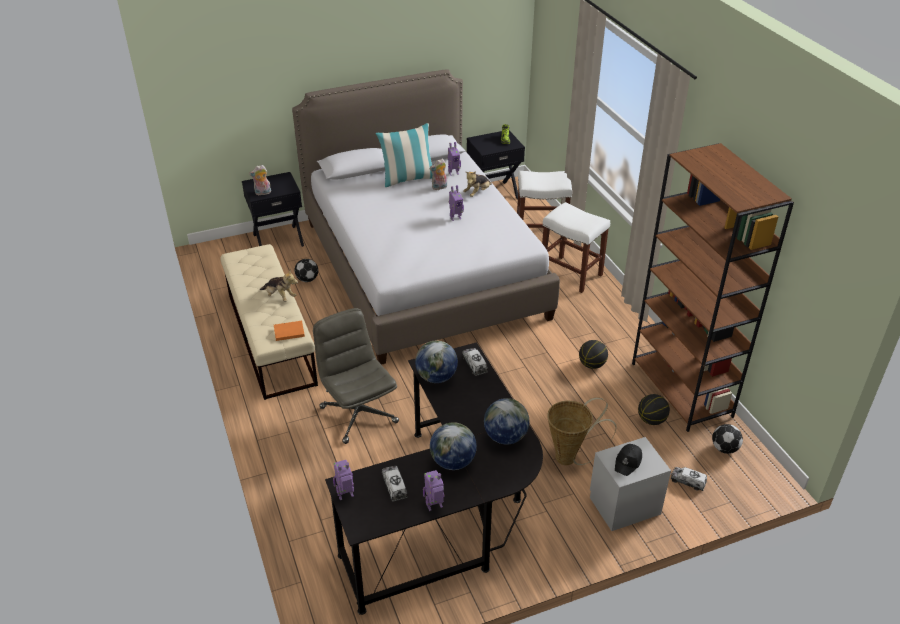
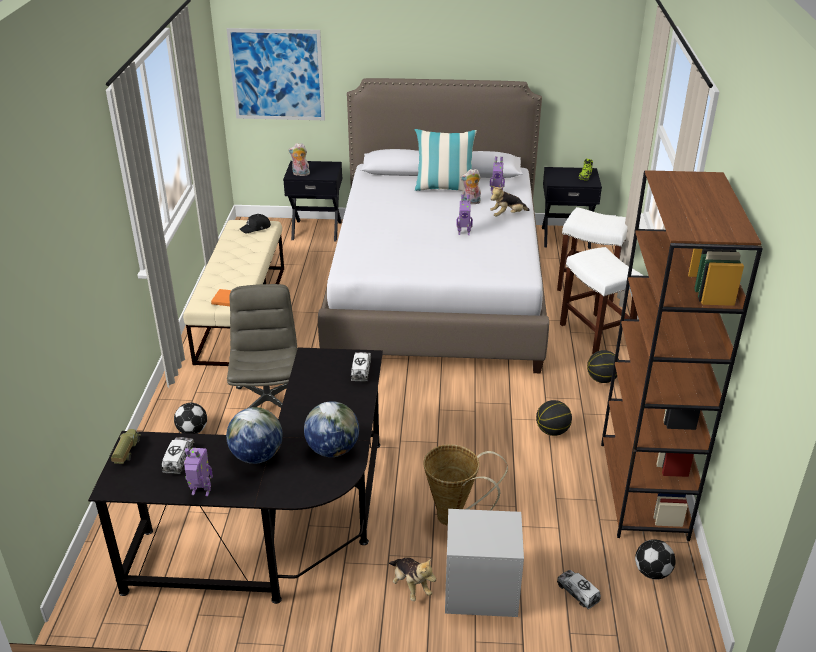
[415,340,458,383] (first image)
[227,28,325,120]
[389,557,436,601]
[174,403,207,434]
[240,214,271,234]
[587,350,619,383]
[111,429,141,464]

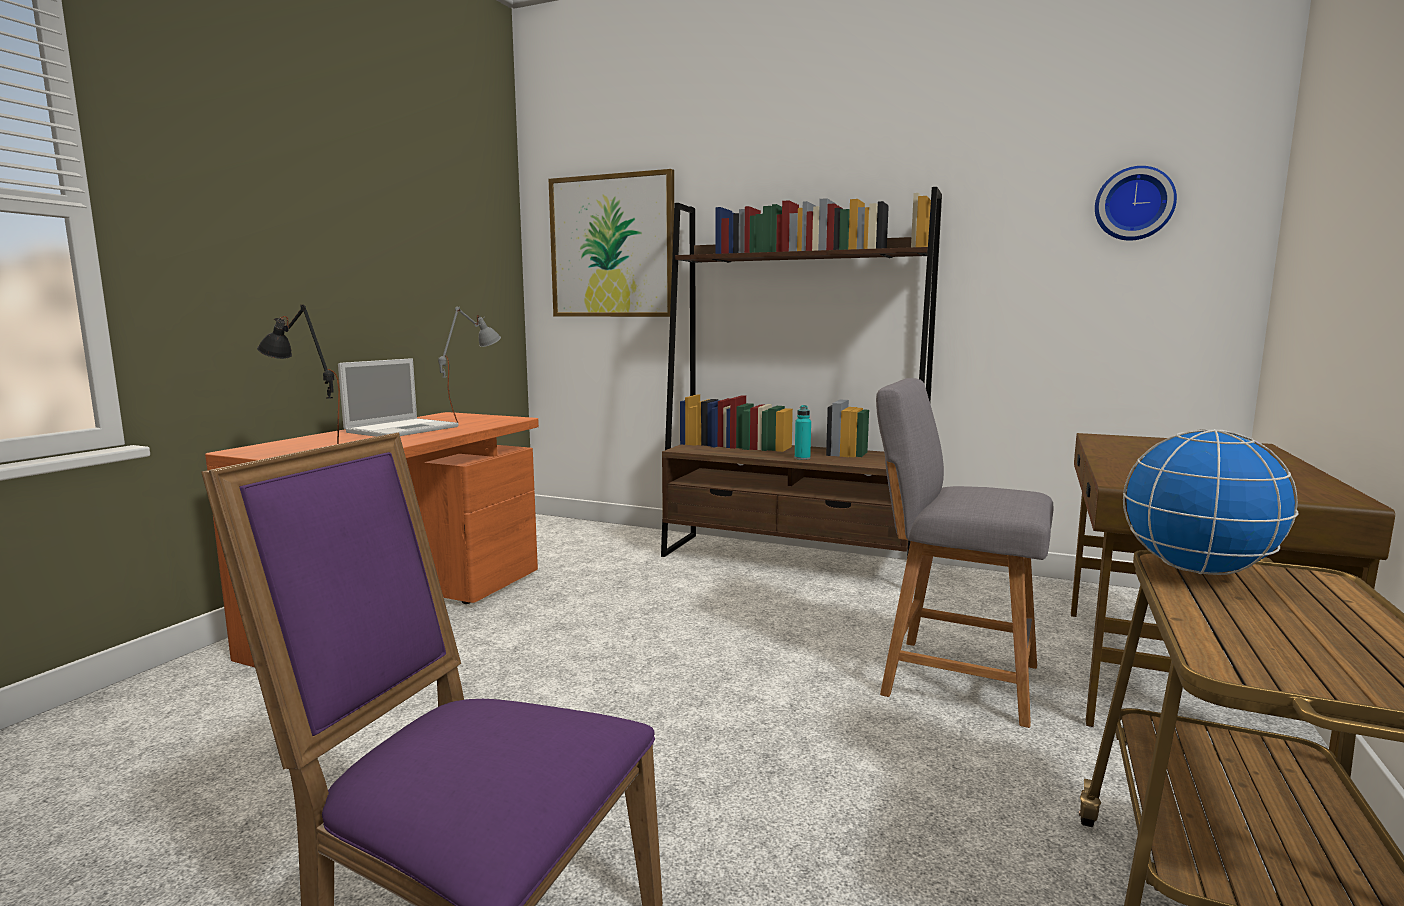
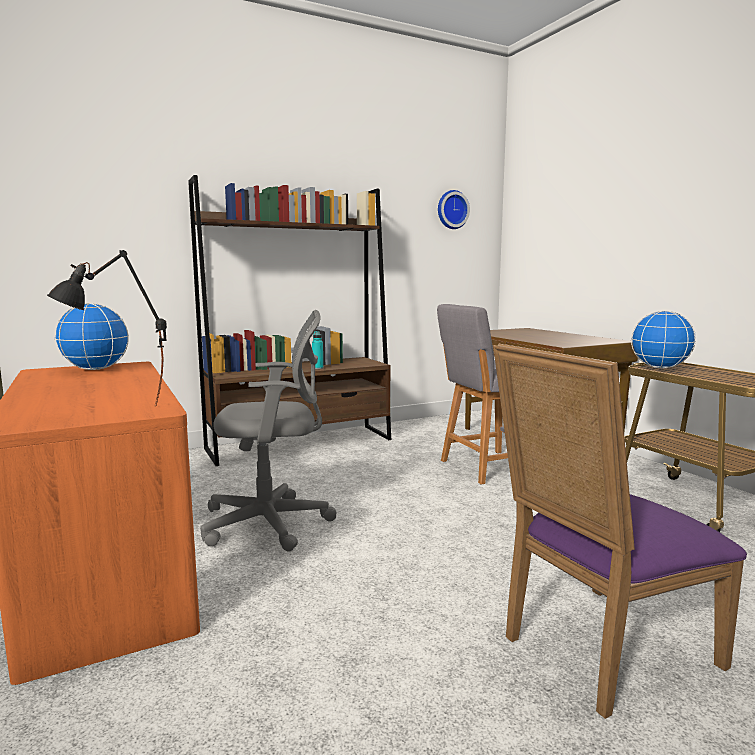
[338,358,458,437] (first image)
[548,169,674,317] (first image)
[200,310,337,552]
[54,303,129,370]

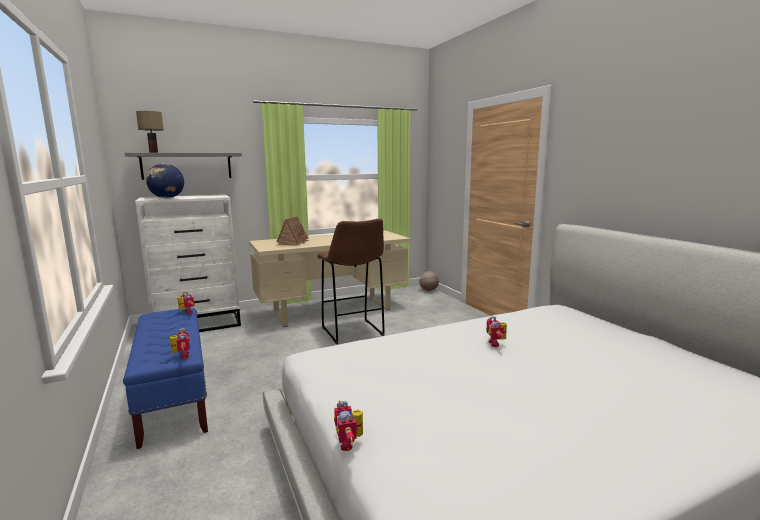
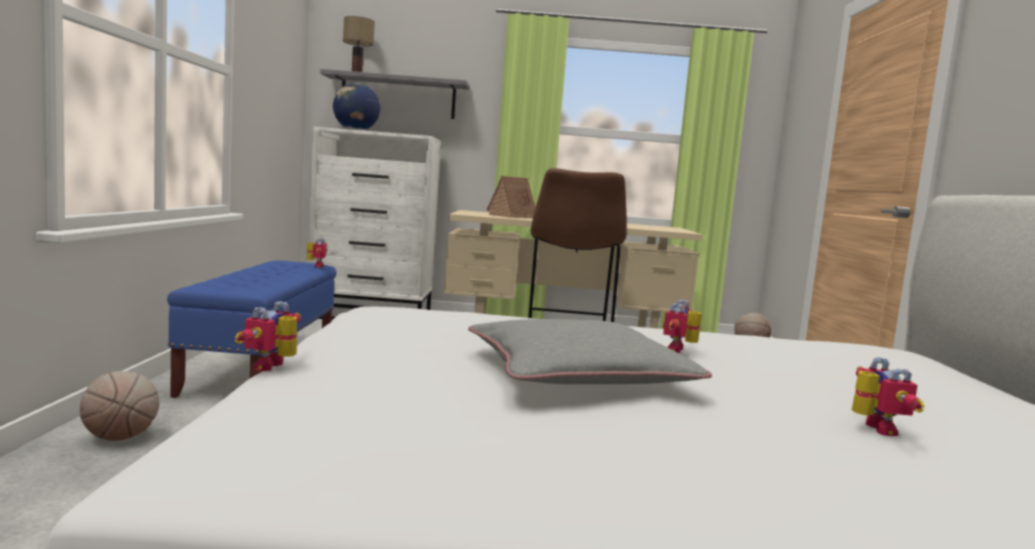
[80,371,159,441]
[468,319,712,384]
[852,357,925,437]

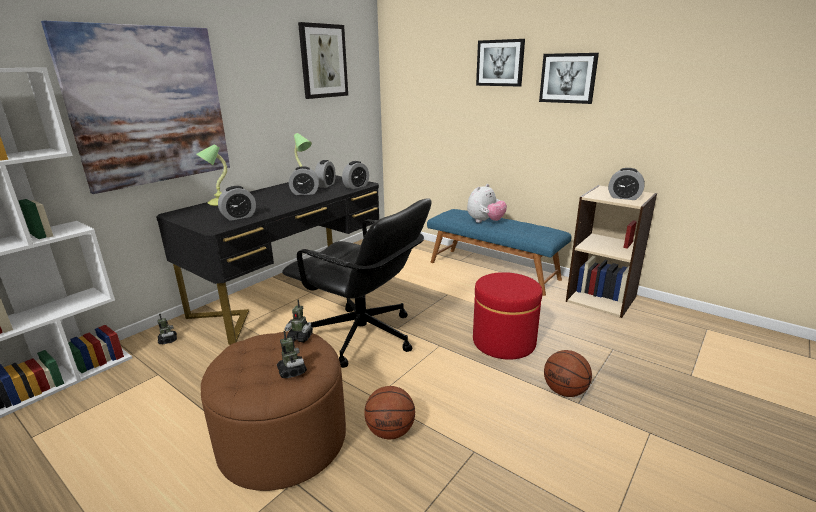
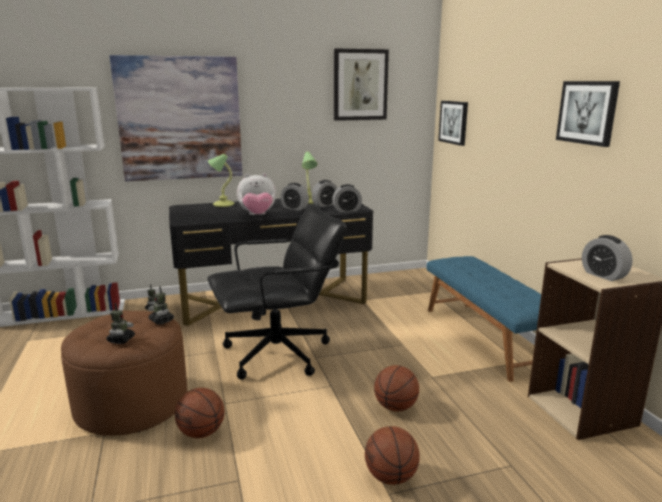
[218,186,256,221] (first image)
[237,173,276,215]
[438,101,468,146]
[374,365,419,412]
[208,204,347,380]

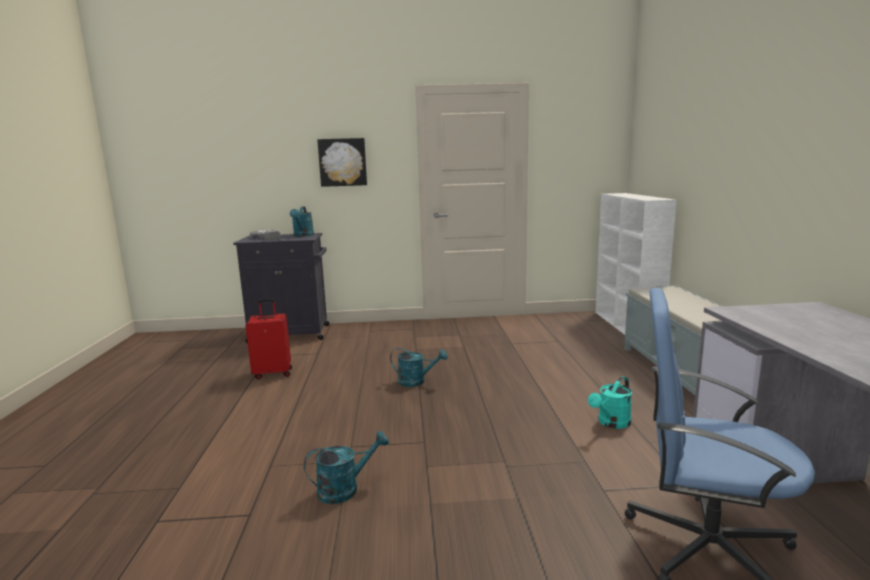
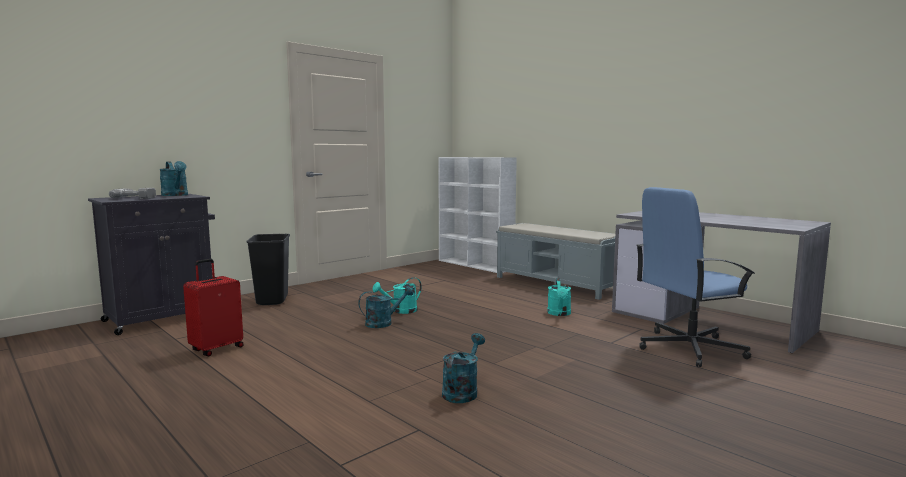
[317,138,367,187] (first image)
[247,234,290,305]
[372,277,422,314]

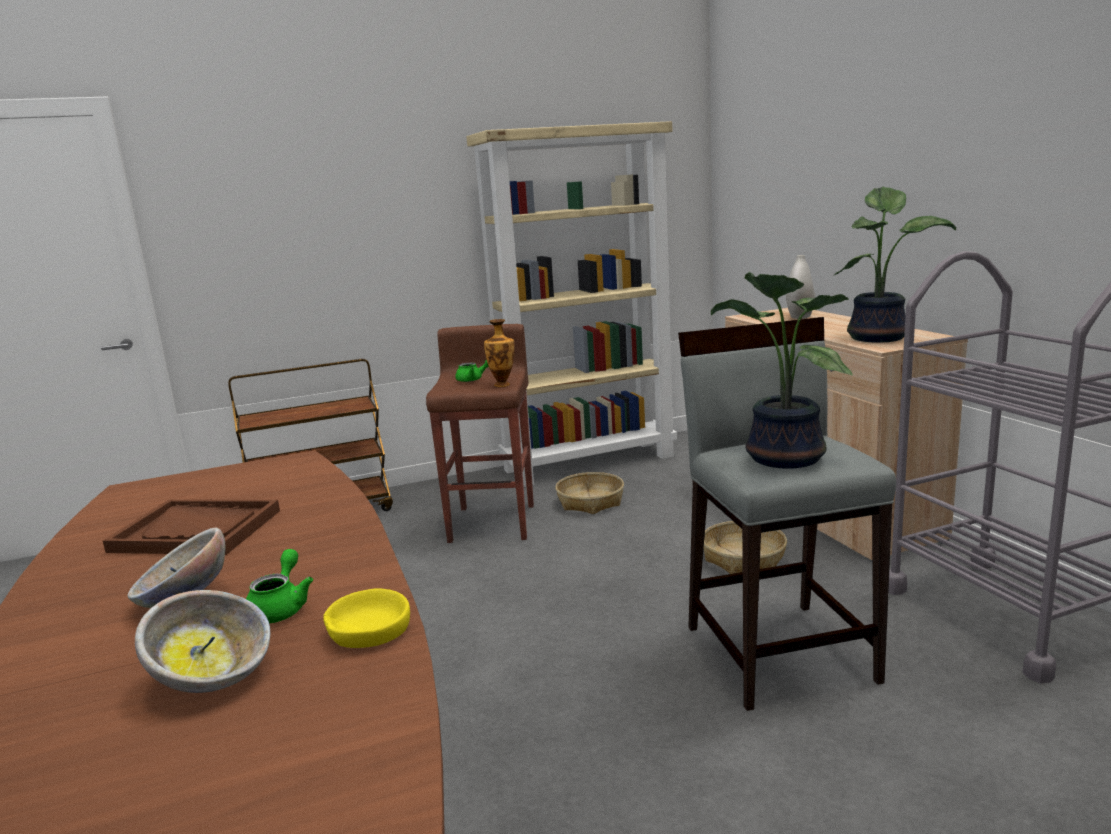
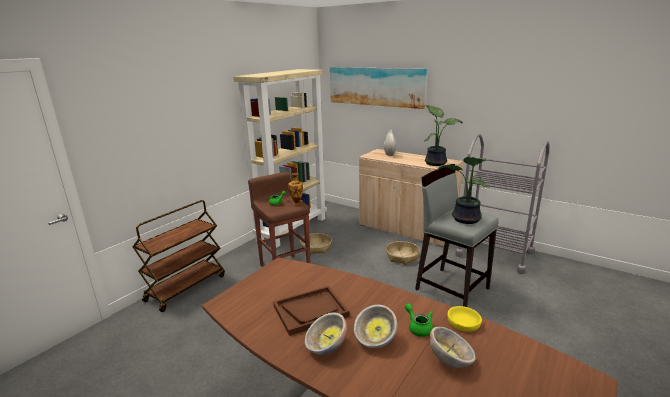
[305,313,347,355]
[330,67,427,109]

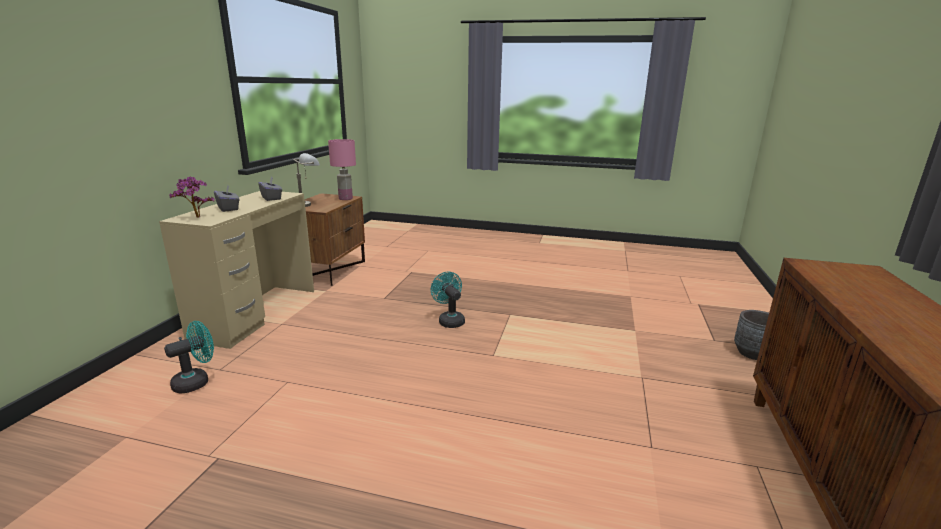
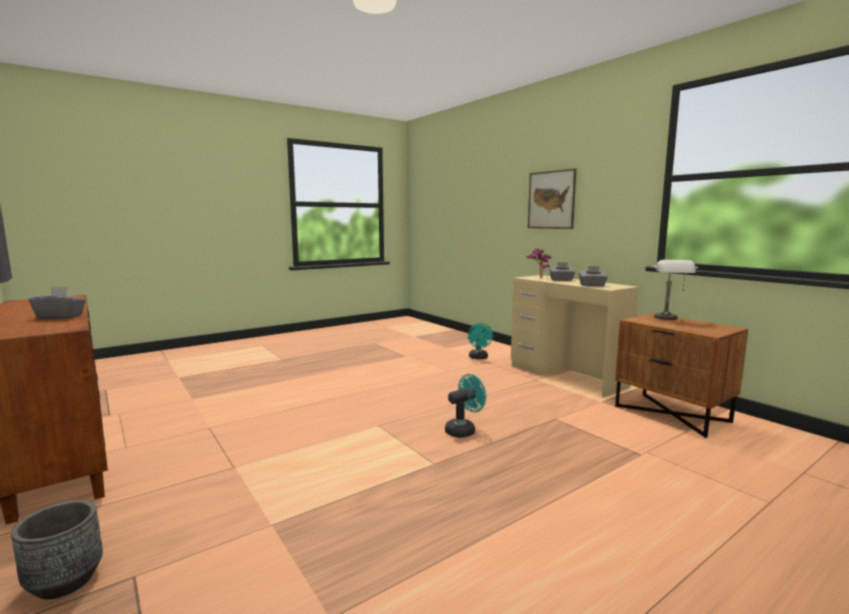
[328,139,356,200] (first image)
[29,286,86,319]
[528,169,576,229]
[445,374,486,438]

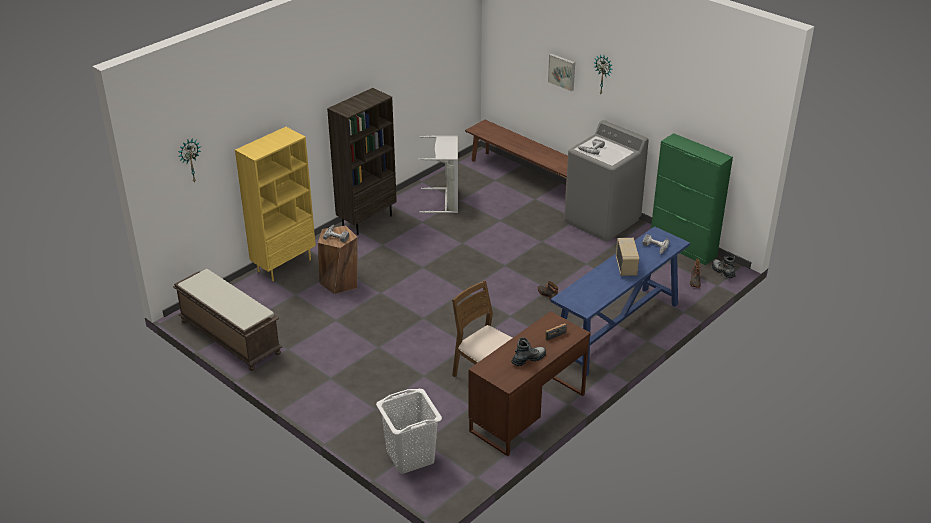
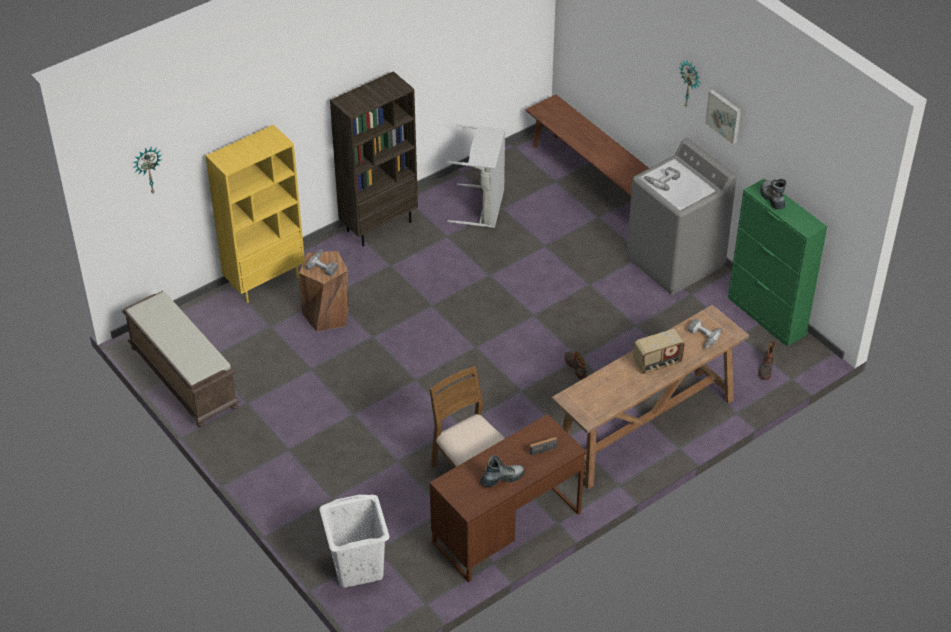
[705,90,741,144]
[760,179,786,209]
[552,305,749,489]
[633,329,685,373]

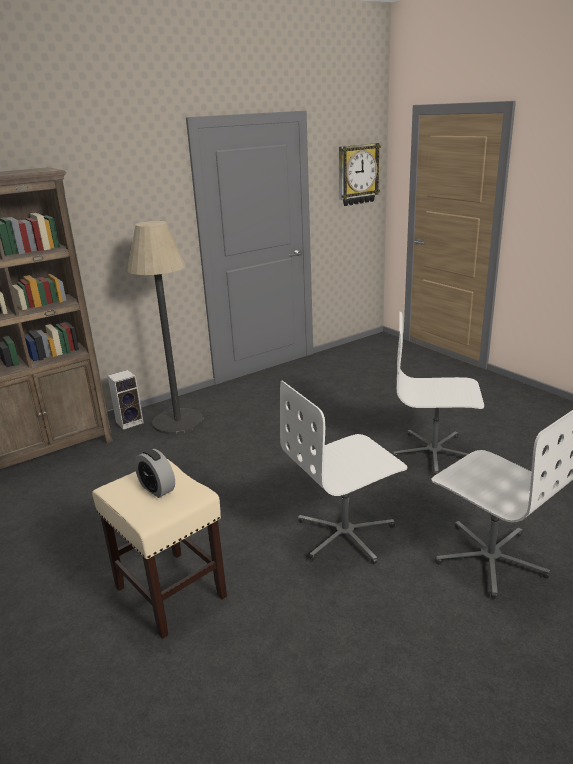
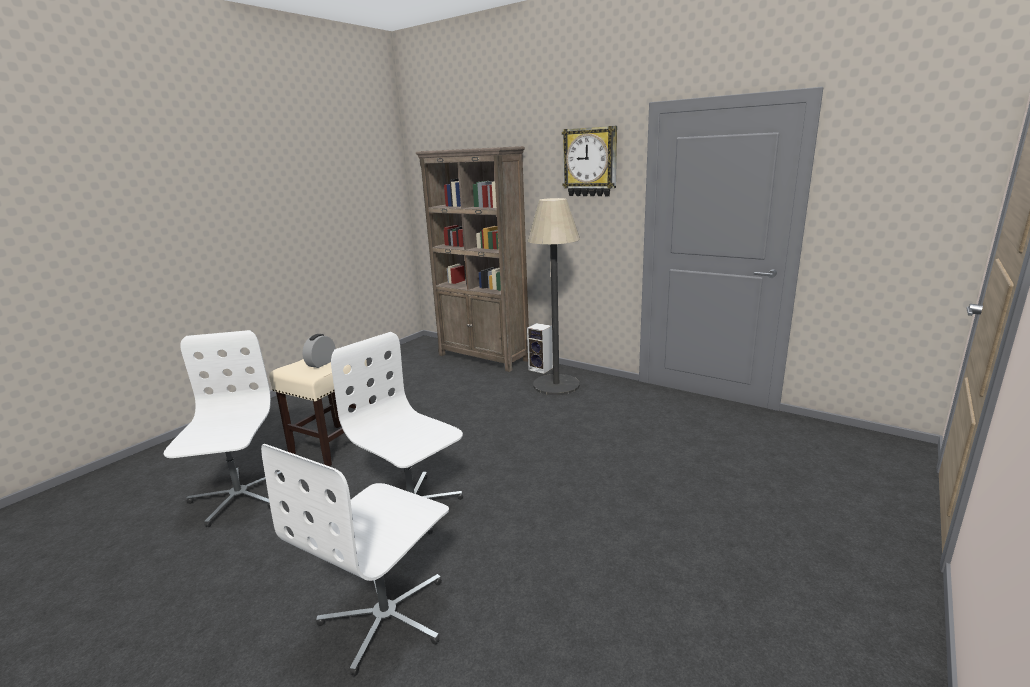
[562,126,617,197]
[164,330,284,527]

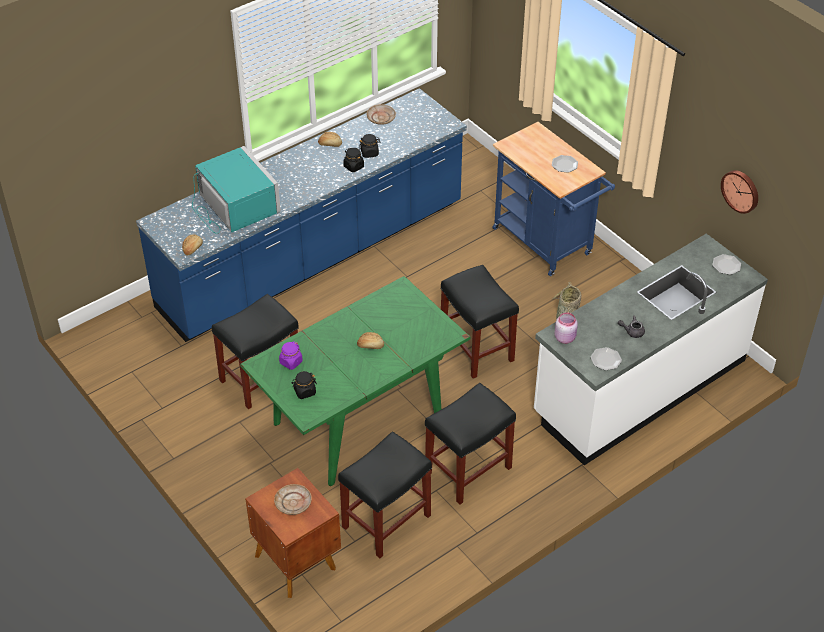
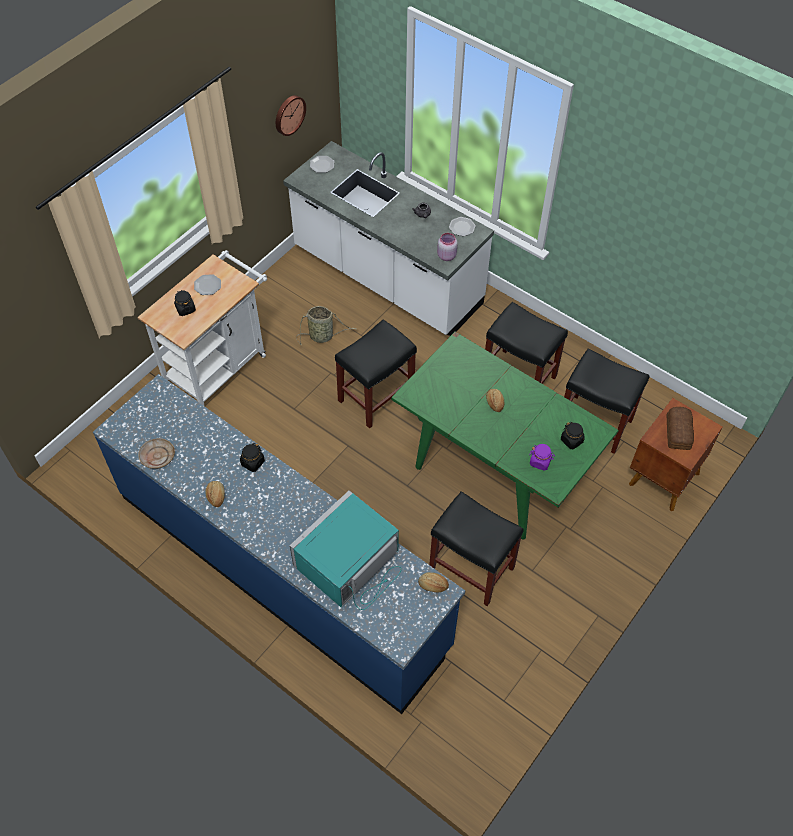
[174,290,196,316]
[667,407,694,450]
[138,250,267,406]

